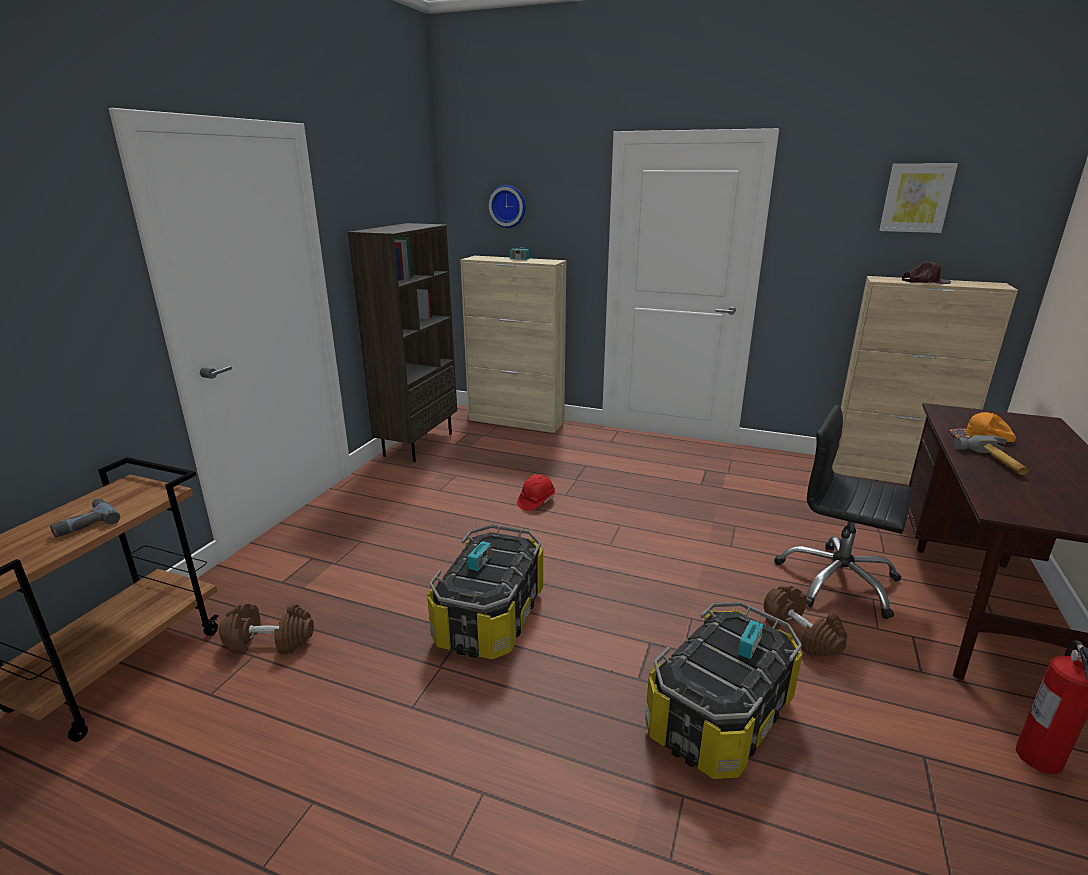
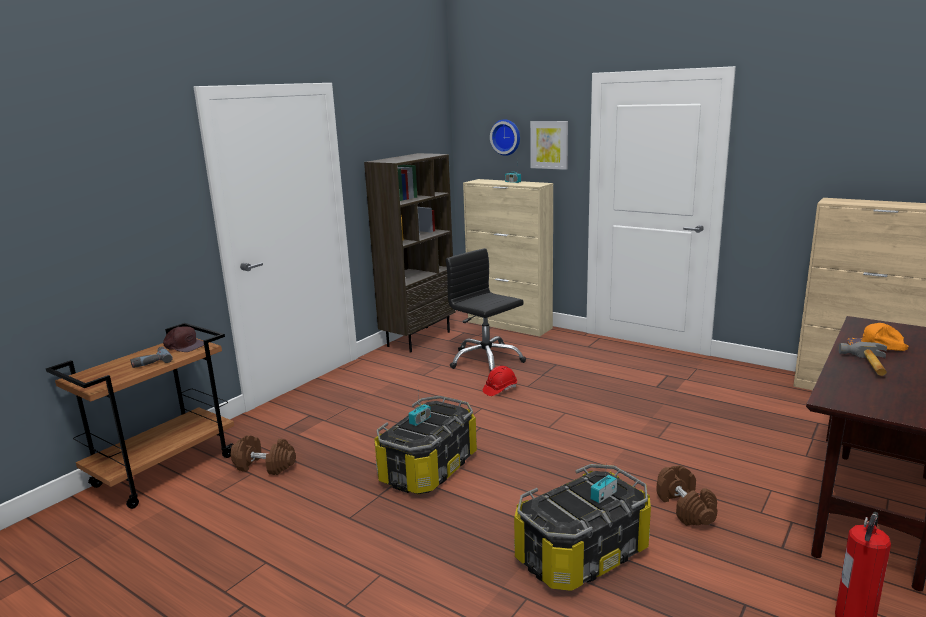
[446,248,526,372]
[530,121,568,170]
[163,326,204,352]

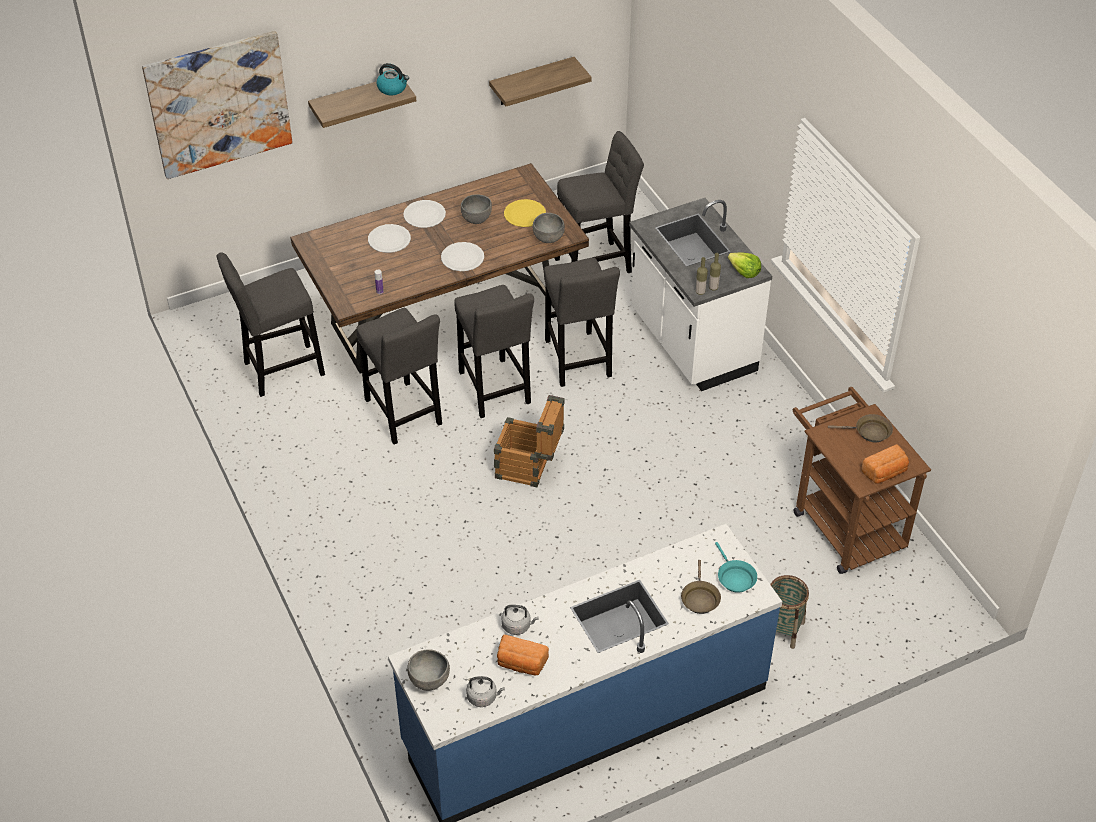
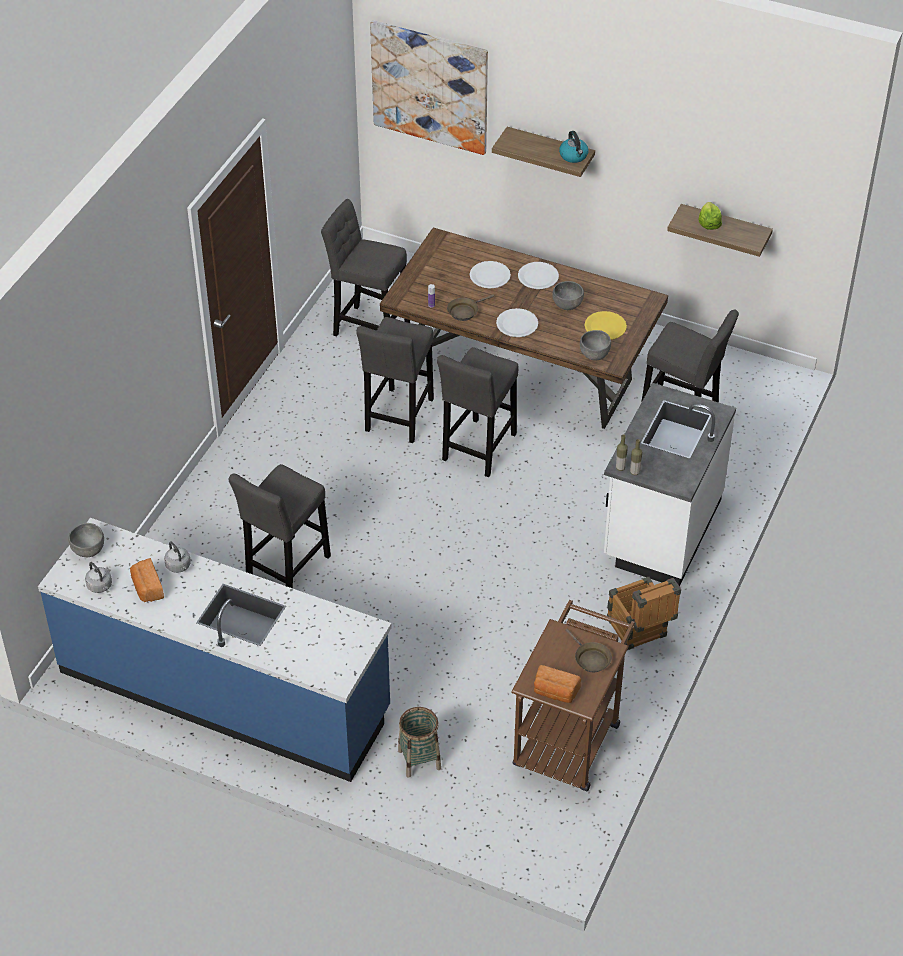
[715,542,757,593] (first image)
[607,577,681,650]
[228,464,331,588]
[447,295,494,321]
[698,202,722,230]

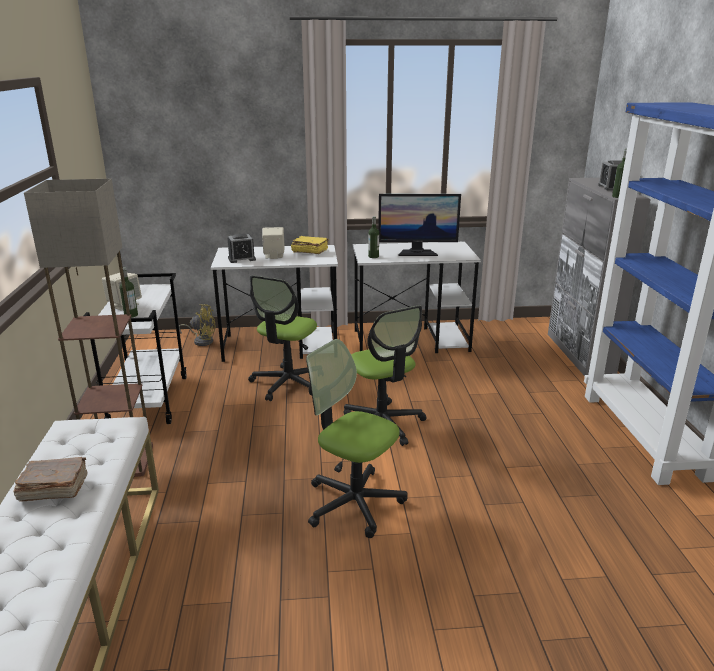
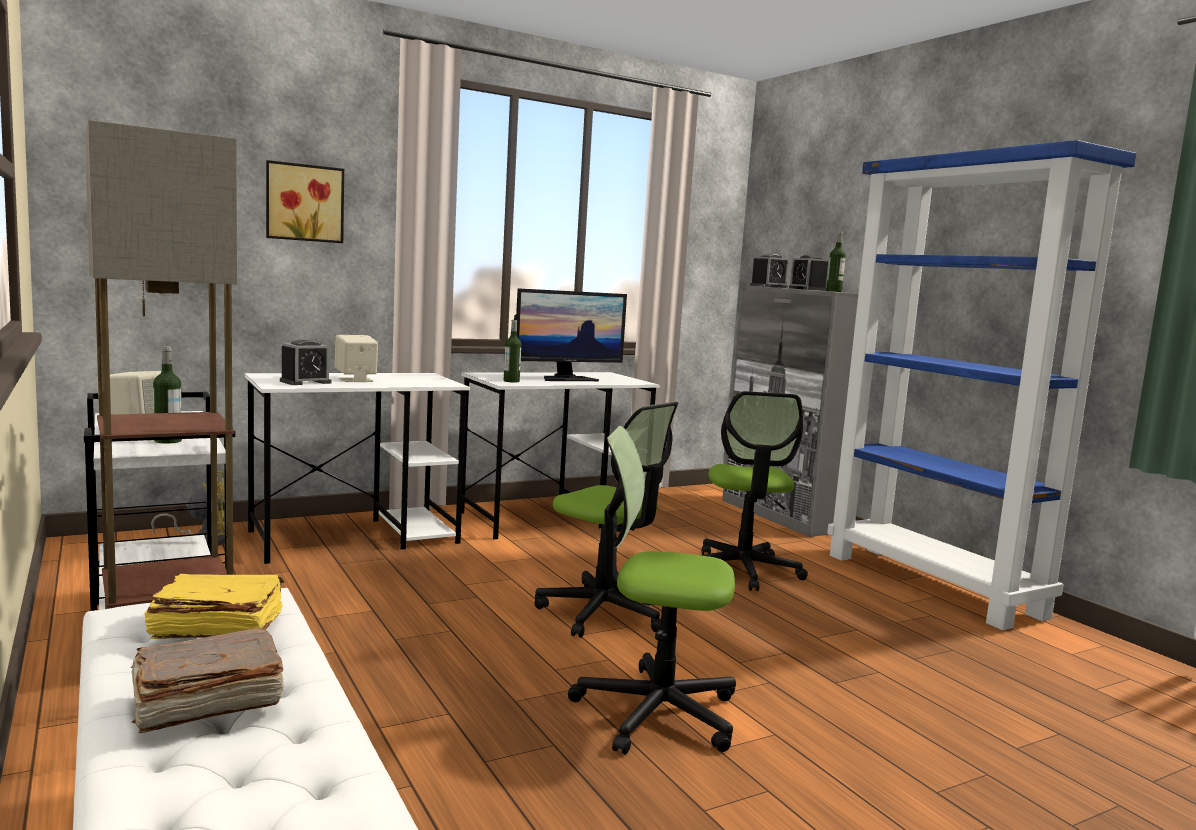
[266,160,344,243]
[750,254,789,288]
[701,391,808,591]
[144,573,284,639]

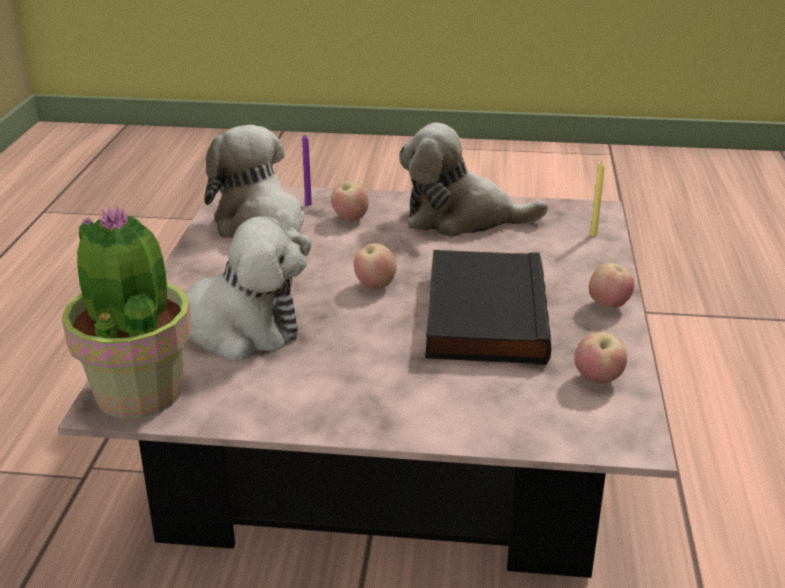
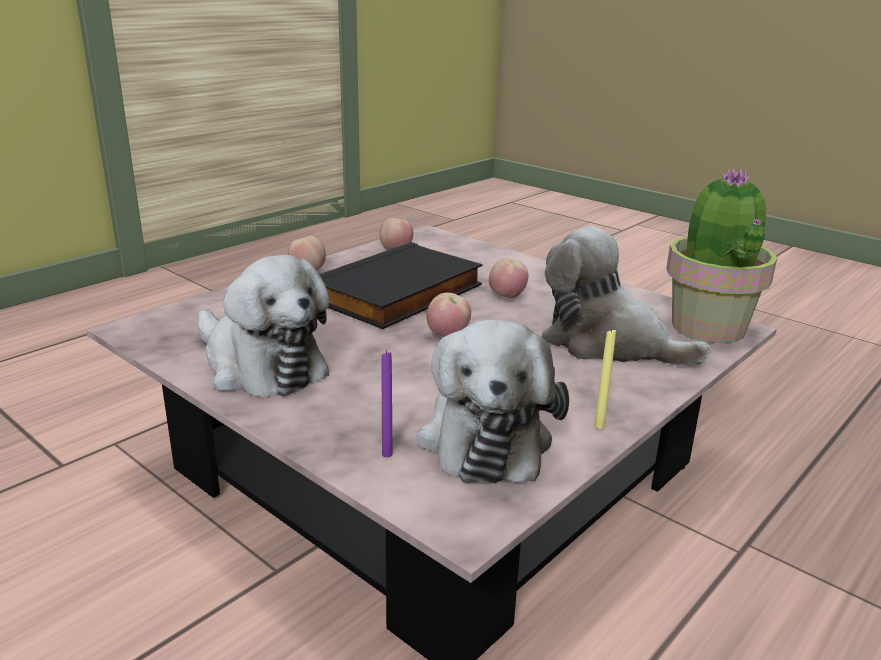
[489,258,529,298]
[594,329,616,429]

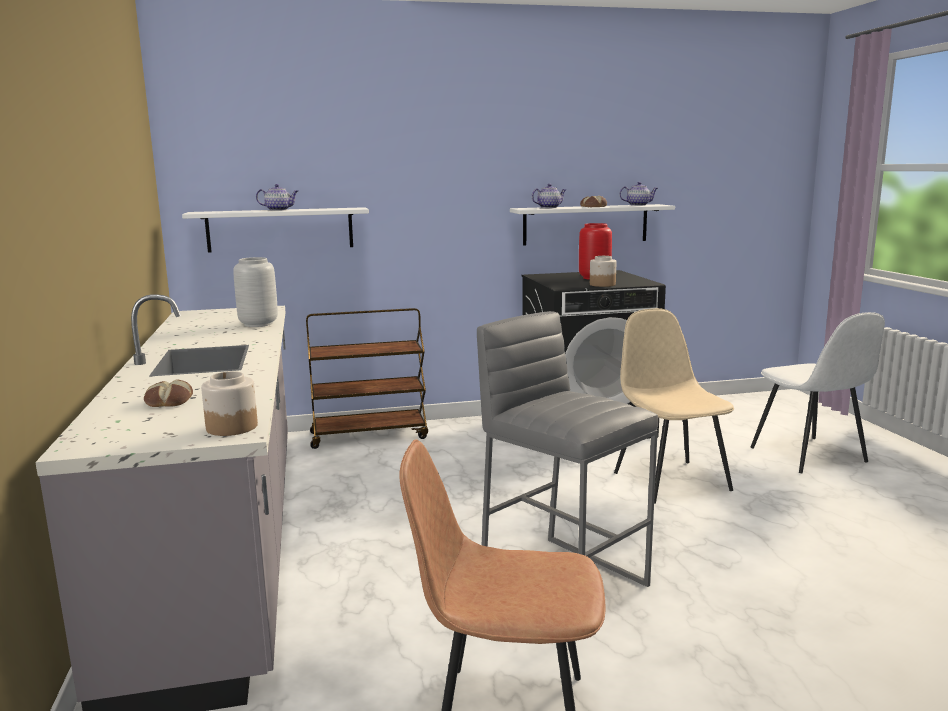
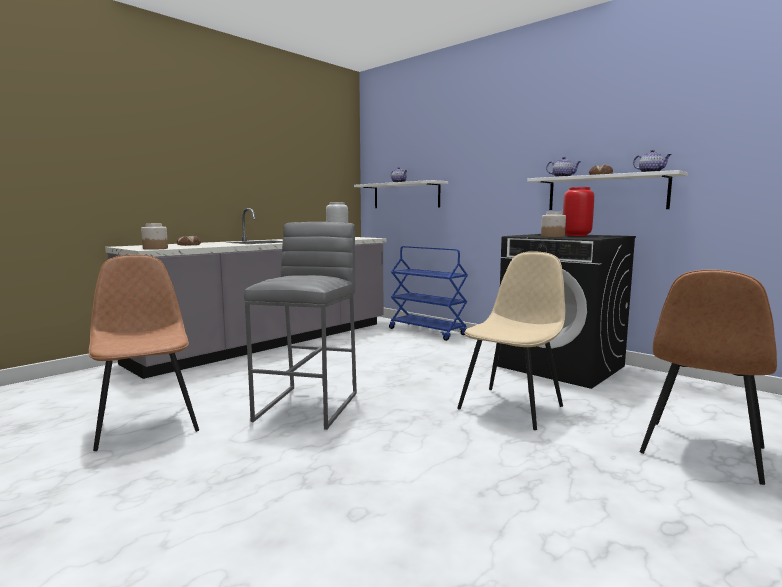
[389,246,468,341]
[640,270,777,485]

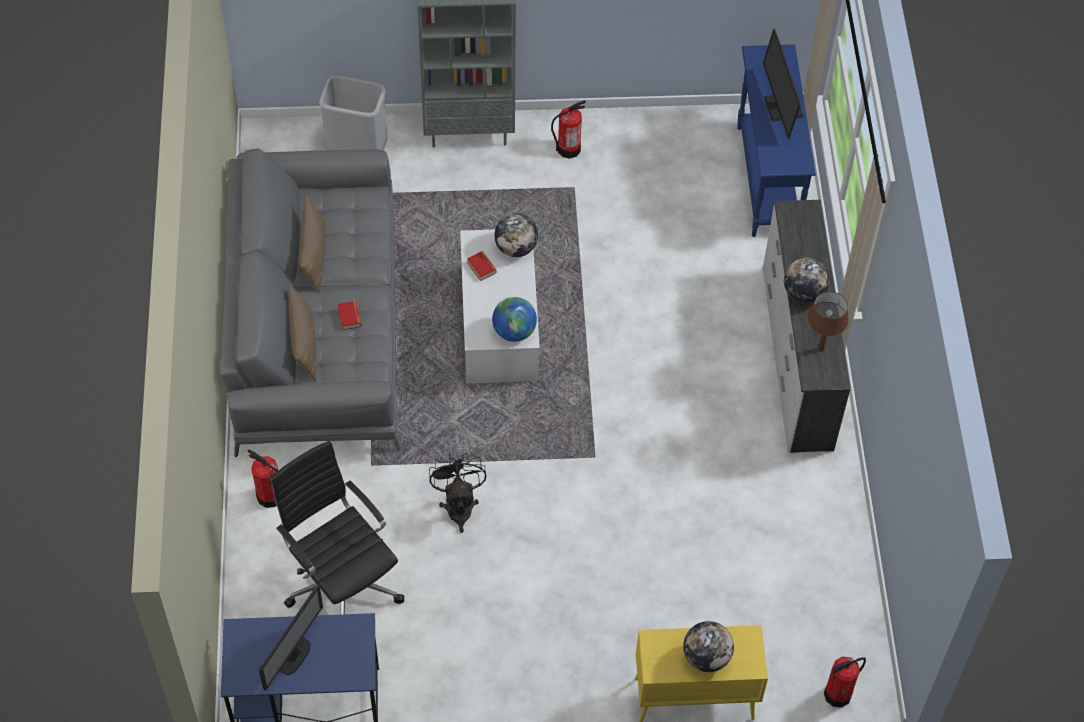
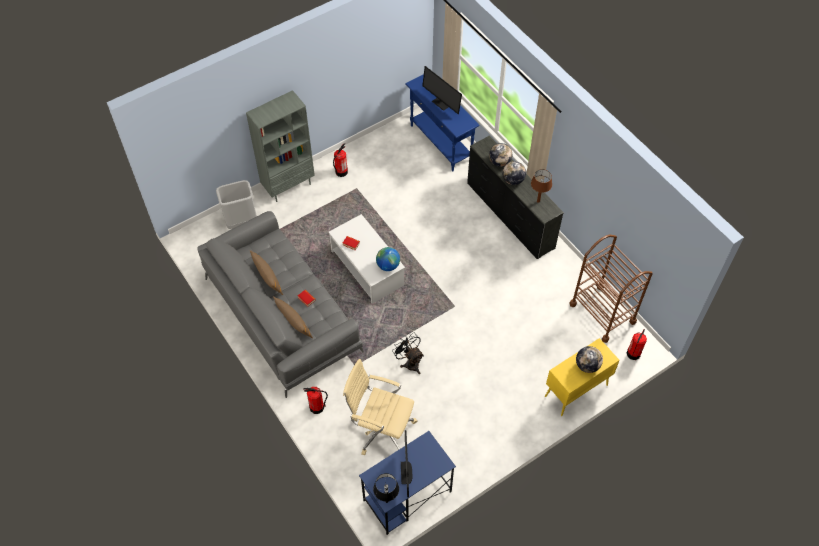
[373,473,399,503]
[569,235,653,343]
[489,143,512,167]
[343,359,417,455]
[467,136,564,259]

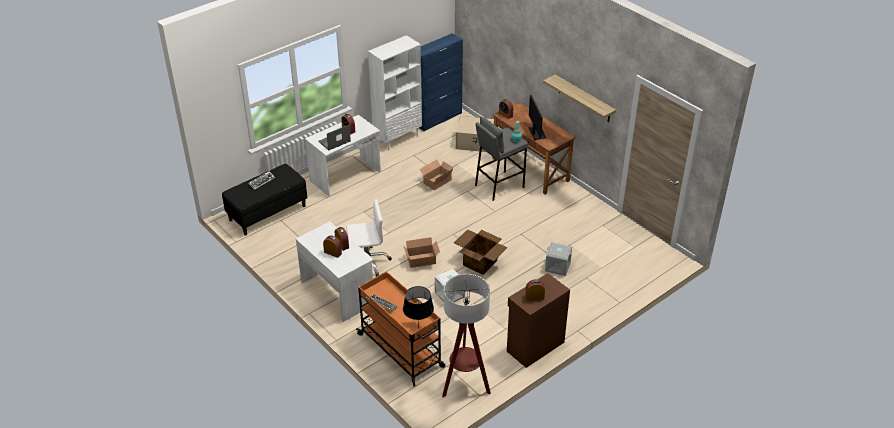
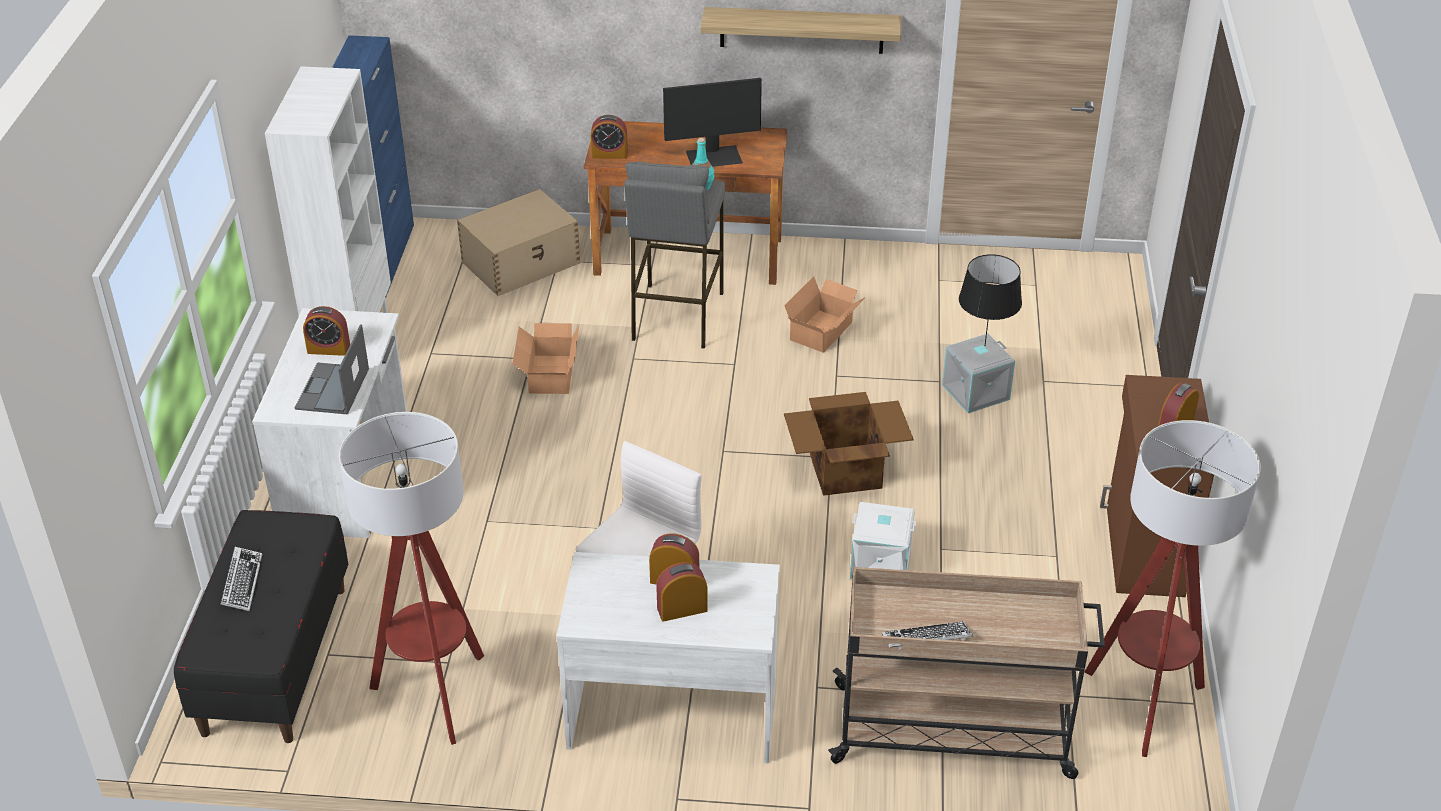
[339,412,484,745]
[959,254,1022,345]
[784,276,865,353]
[828,567,1105,779]
[663,78,762,167]

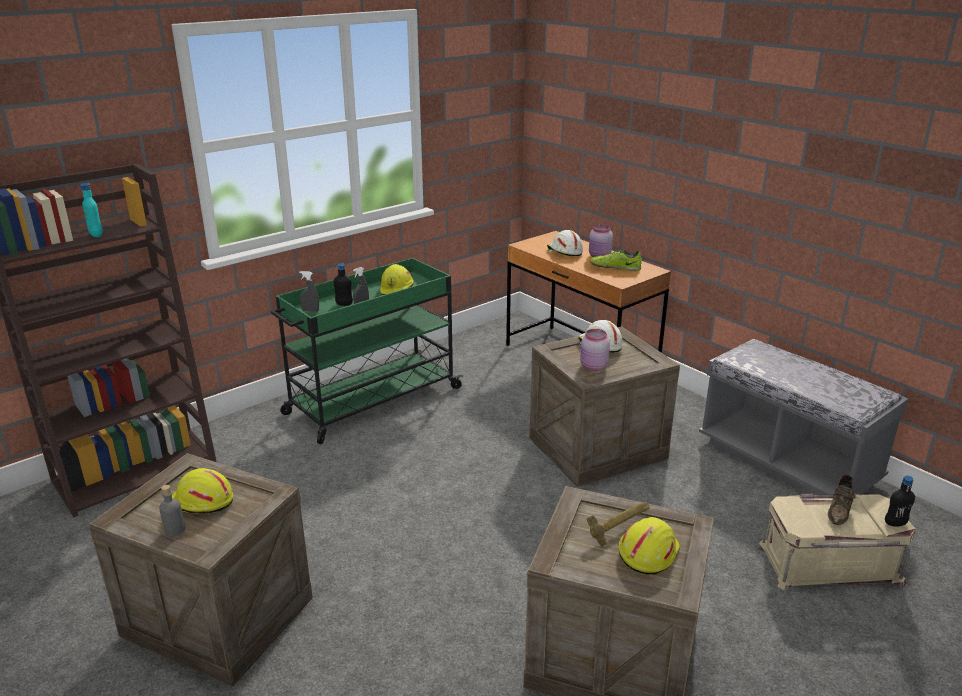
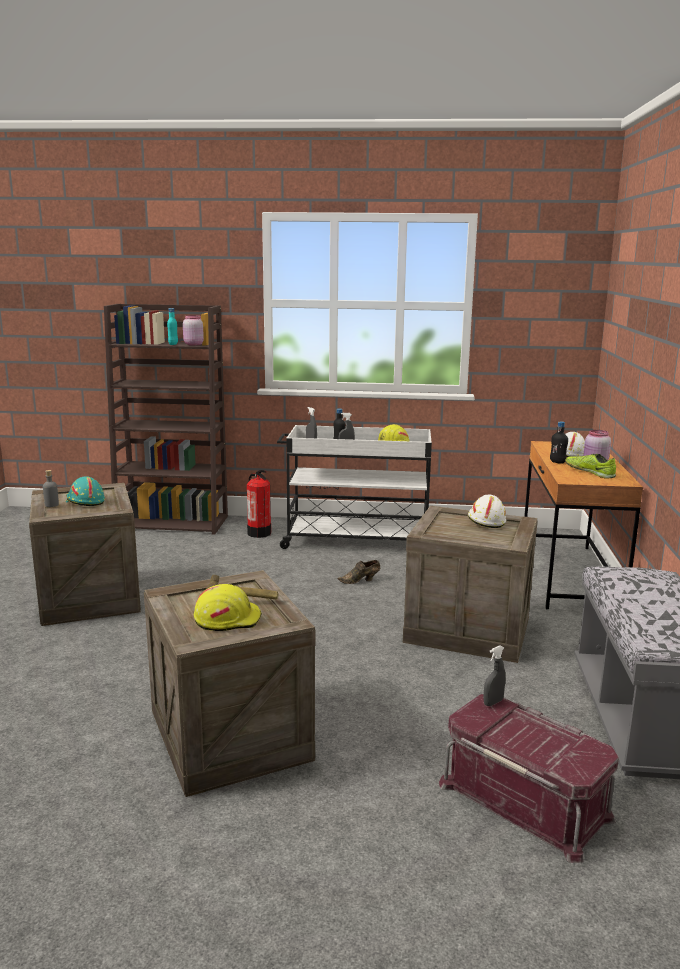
[247,470,271,538]
[483,645,505,706]
[183,315,204,345]
[337,560,380,584]
[550,422,568,464]
[65,476,105,506]
[277,425,432,549]
[439,694,619,863]

